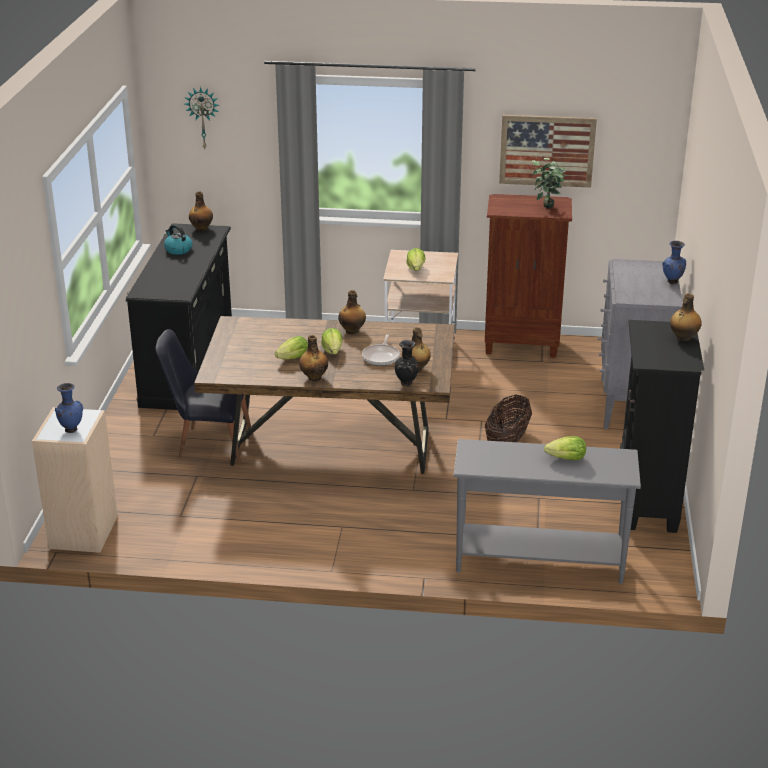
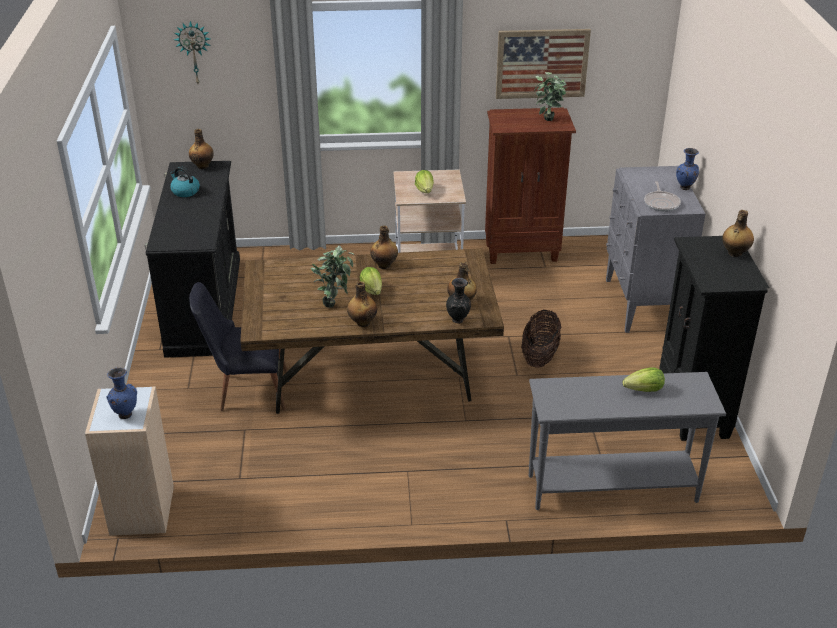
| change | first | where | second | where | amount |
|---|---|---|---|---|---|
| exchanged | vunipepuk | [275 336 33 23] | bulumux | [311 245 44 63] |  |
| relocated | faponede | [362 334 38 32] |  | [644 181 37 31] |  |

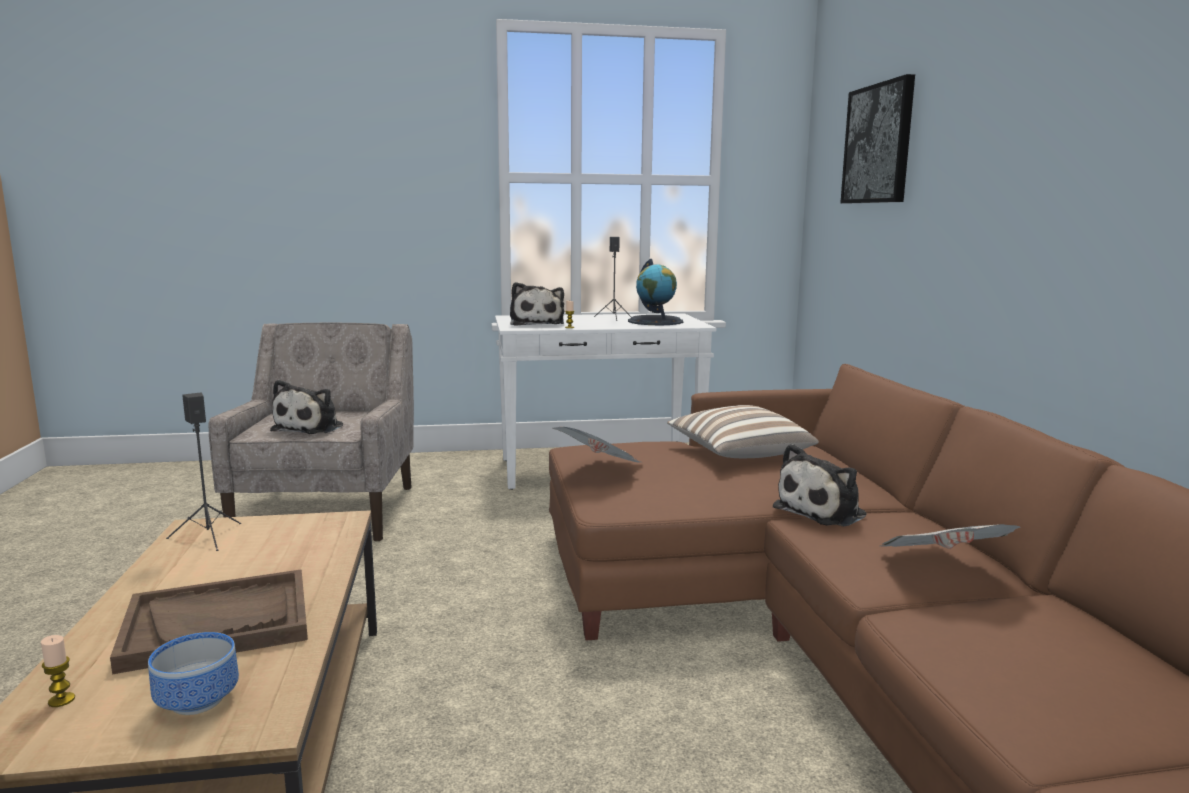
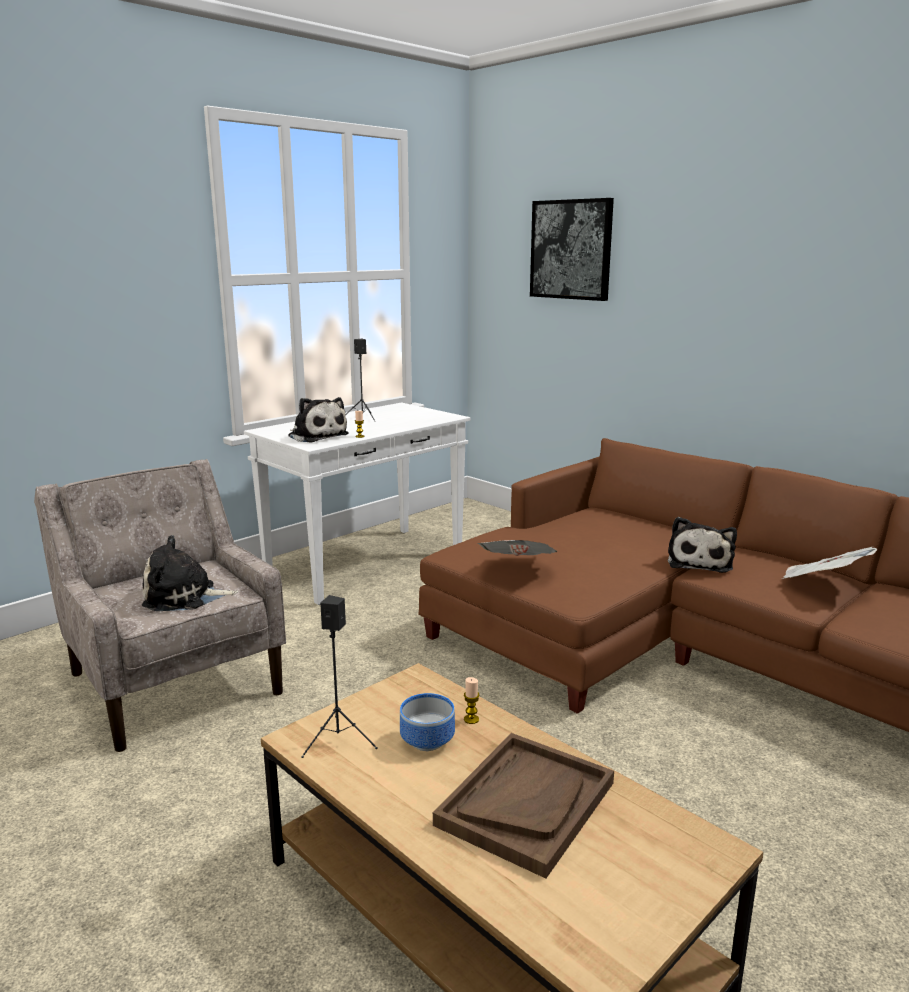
| change | first | where | second | where | amount |
|---|---|---|---|---|---|
| relocated | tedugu | [41 635 34 72] |  | [464 677 16 47] |  |
| relocated | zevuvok | [148 632 91 83] |  | [400 693 55 58] |  |
| spun | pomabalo | [270 380 73 54] |  | [142 535 96 76] | 105 degrees clockwise |
| missing | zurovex | [628 259 55 66] |  |  |  |
| missing | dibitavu | [667 405 152 53] |  |  |  |

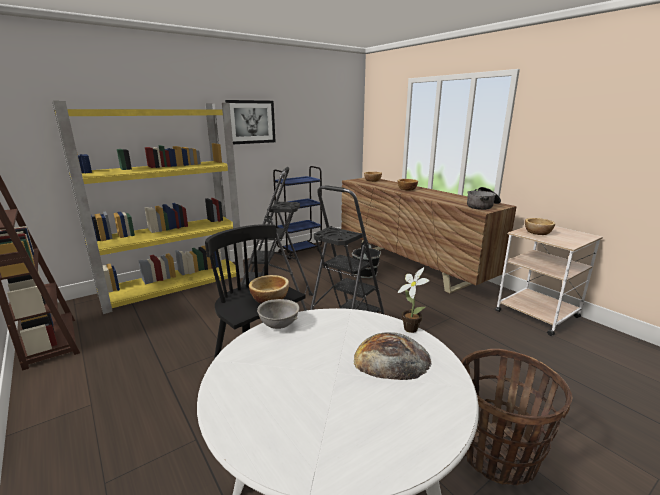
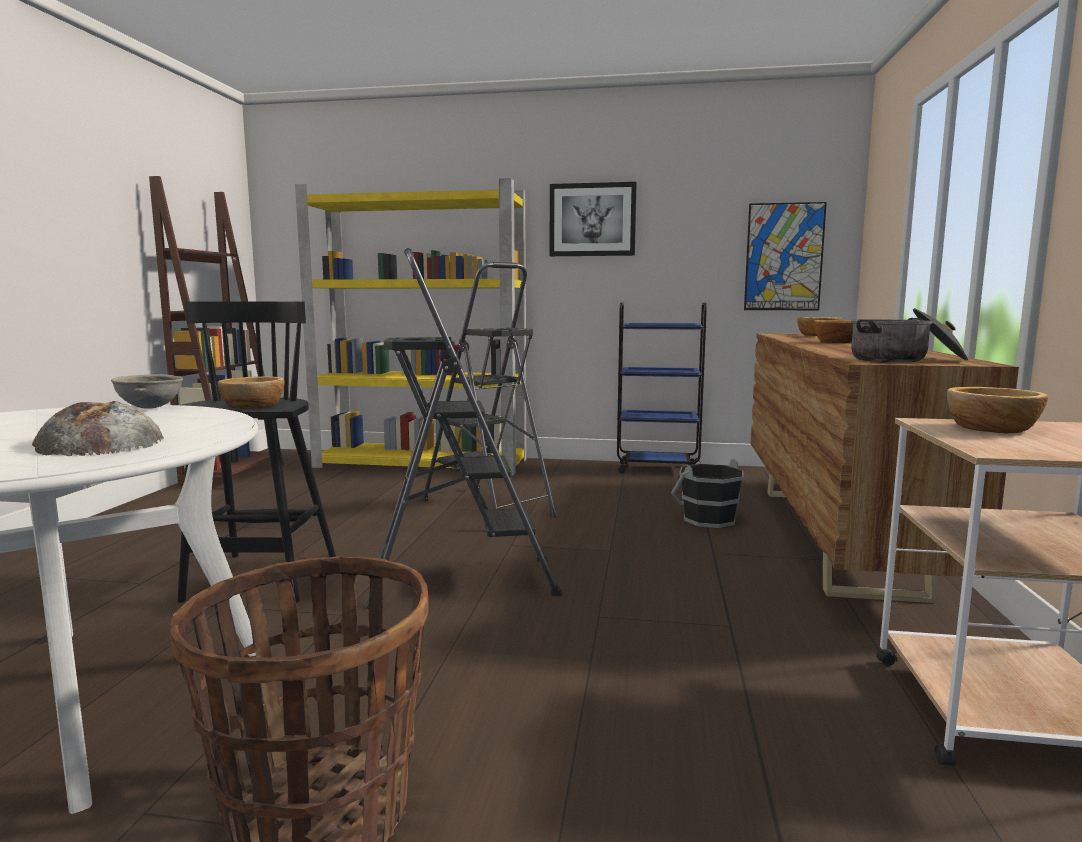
| change | first | where | second | where | amount |
|---|---|---|---|---|---|
| missing | bulumux | [398 267 32 66] |  |  |  |
| appeared |  |  | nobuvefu | [744 202 83 108] |  |

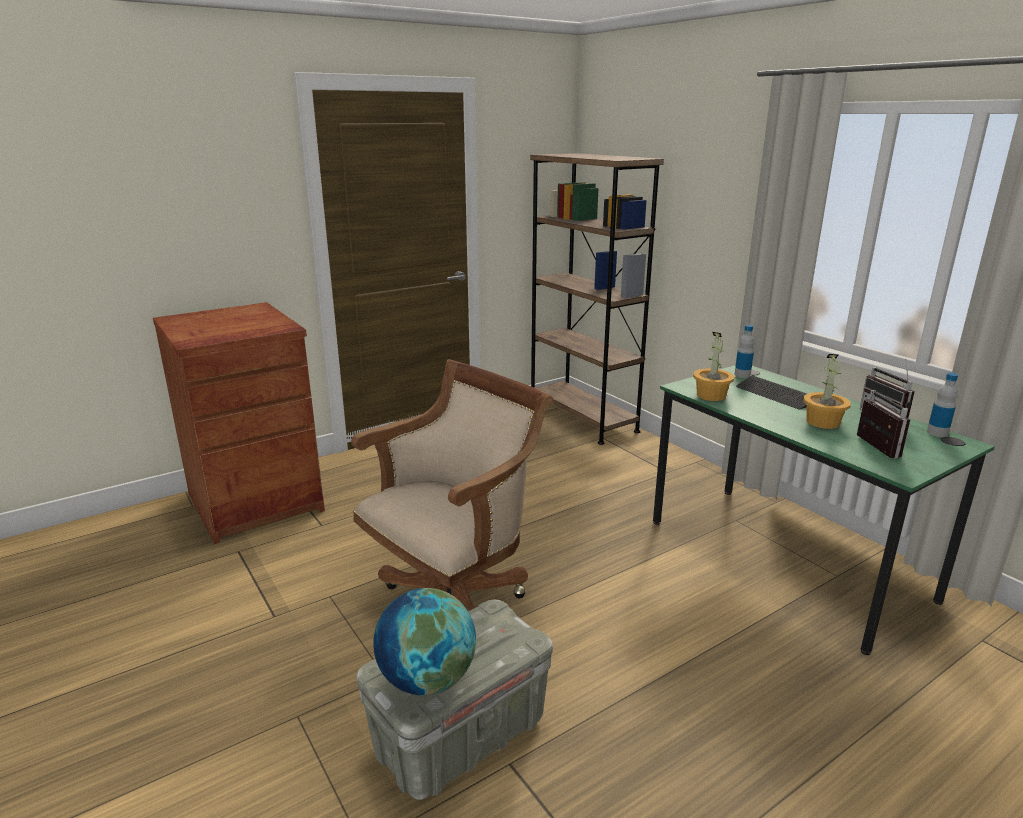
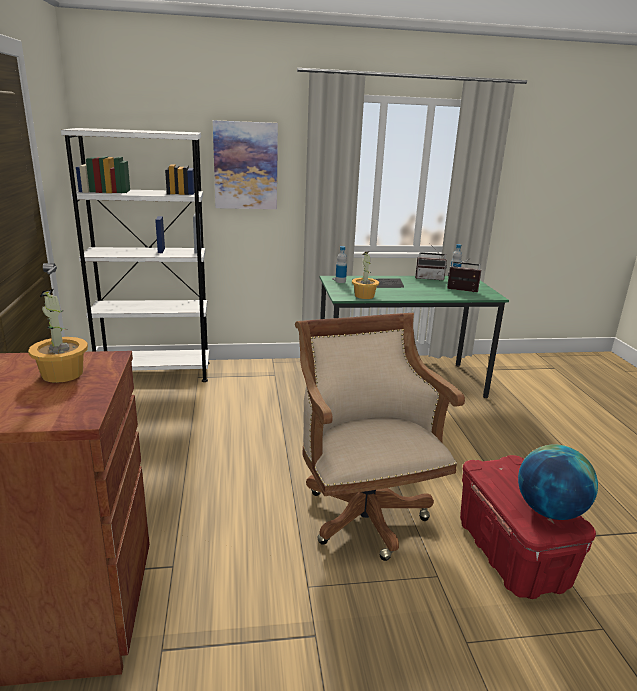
| change | first | where | second | where | amount |
|---|---|---|---|---|---|
| colour | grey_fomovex | [356 600 197 200] | red_fomovex | [460 455 136 144] |  |
| colour | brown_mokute | [530 153 134 292] | white_mokute | [61 128 148 254] |  |
| relocated | bulumux | [803 354 48 75] |  | [28 289 60 94] |  |
| appeared |  |  | nobuvefu | [213 120 65 89] |  |

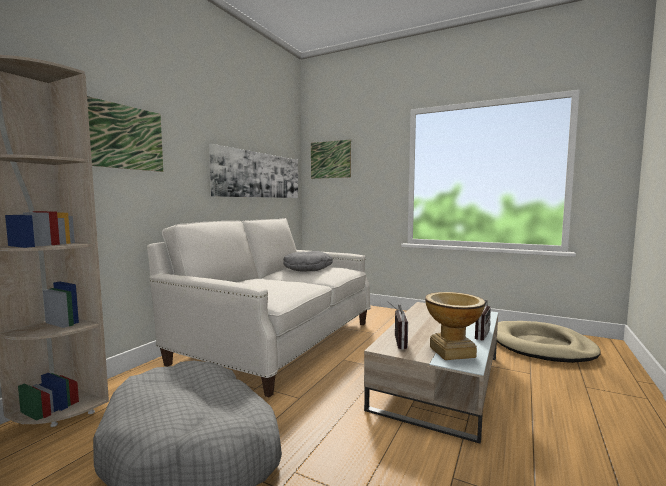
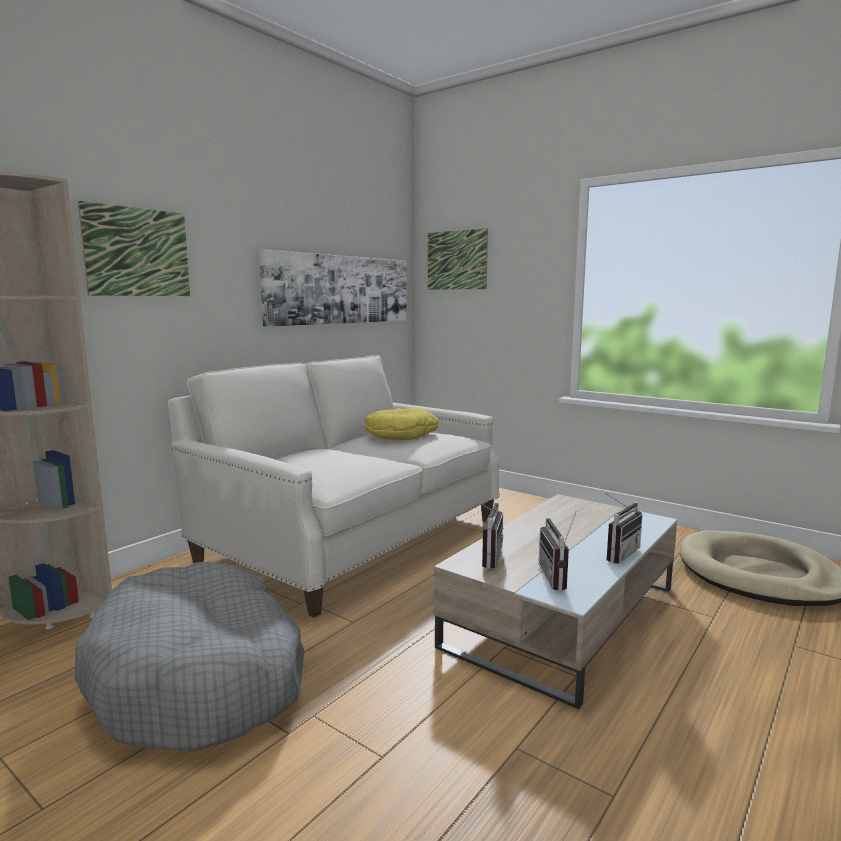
| change | first | where | second | where | amount |
|---|---|---|---|---|---|
| colour | grey_dibitavu | [283 251 50 20] | yellow_dibitavu | [365 408 74 32] |  |
| exchanged | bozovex | [425 292 60 68] | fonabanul | [539 511 38 80] |  |

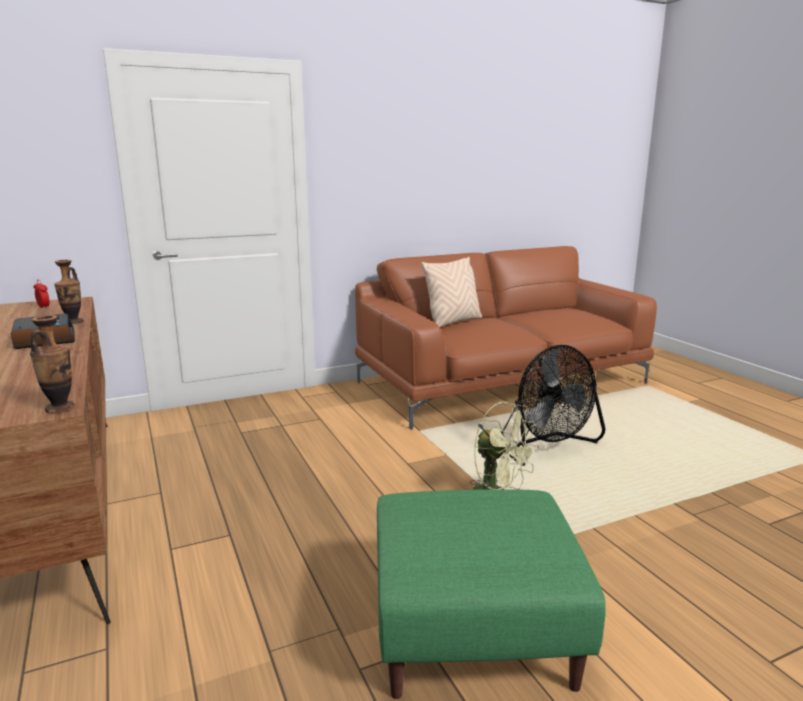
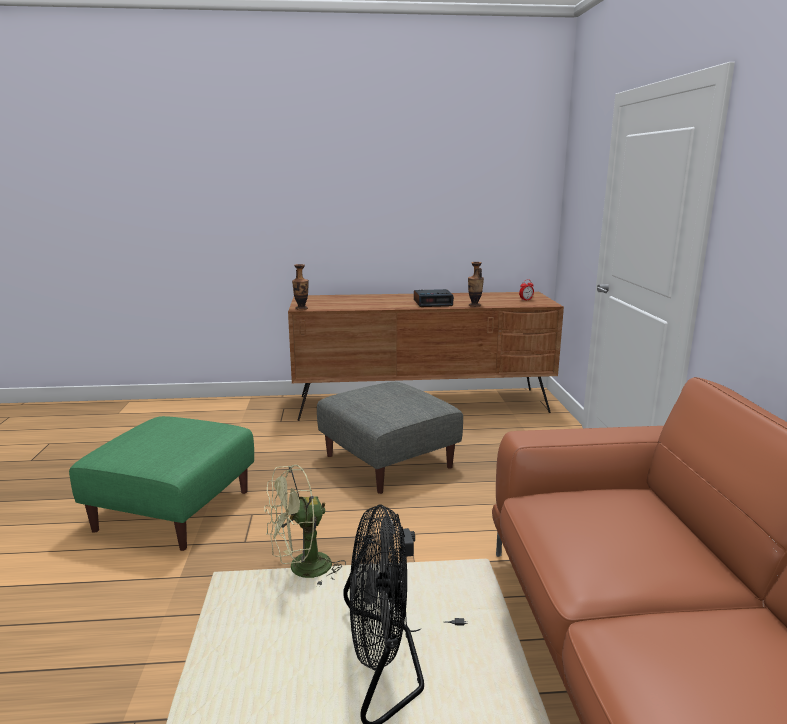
| change | first | where | second | where | amount |
|---|---|---|---|---|---|
| missing | beige_dibitavu | [421 257 61 70] |  |  |  |
| appeared |  |  | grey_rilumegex | [317 382 146 112] |  |

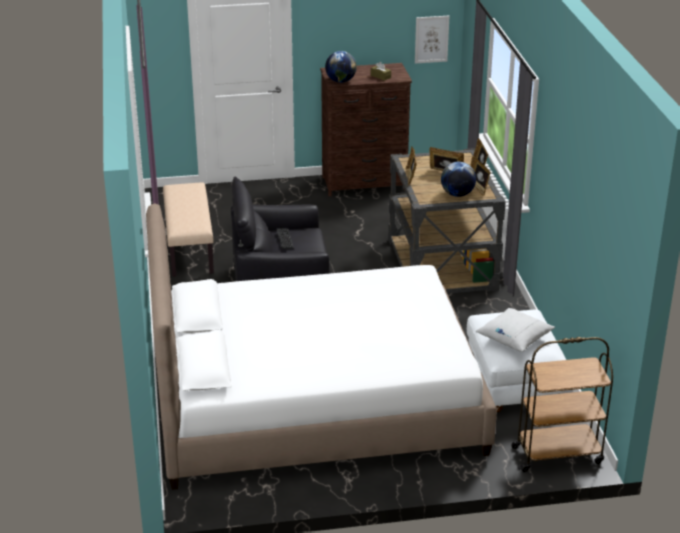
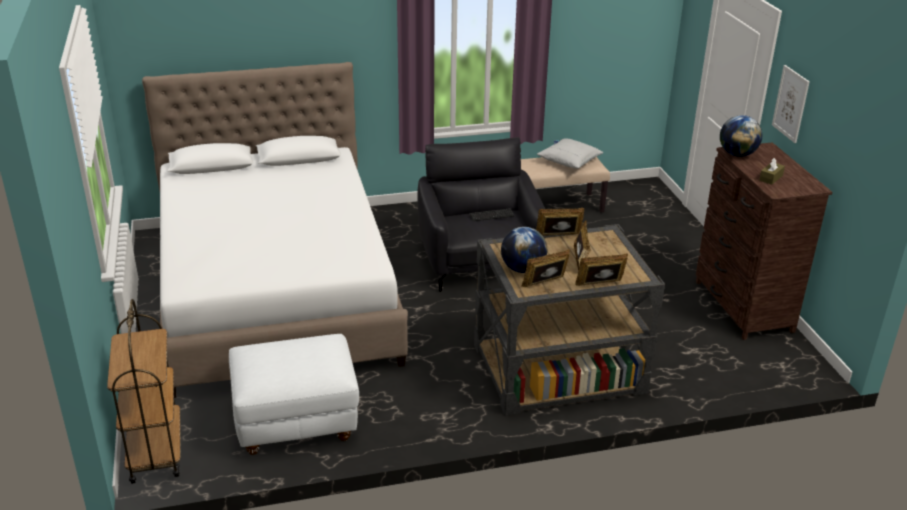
| change | first | where | second | where | amount |
|---|---|---|---|---|---|
| relocated | nobuvefu | [415 16 34 48] |  | [772 65 38 78] |  |
| relocated | grey_dibitavu | [476 308 79 44] |  | [537 139 66 30] |  |

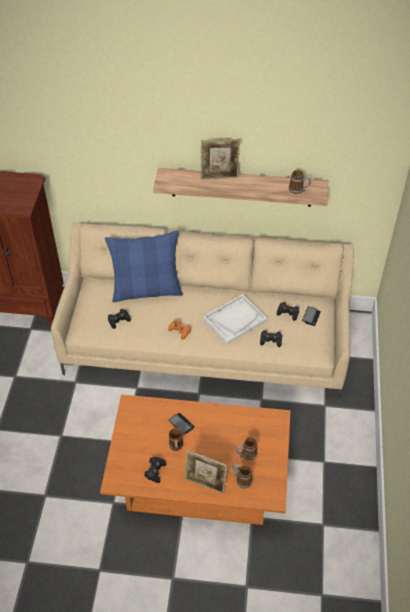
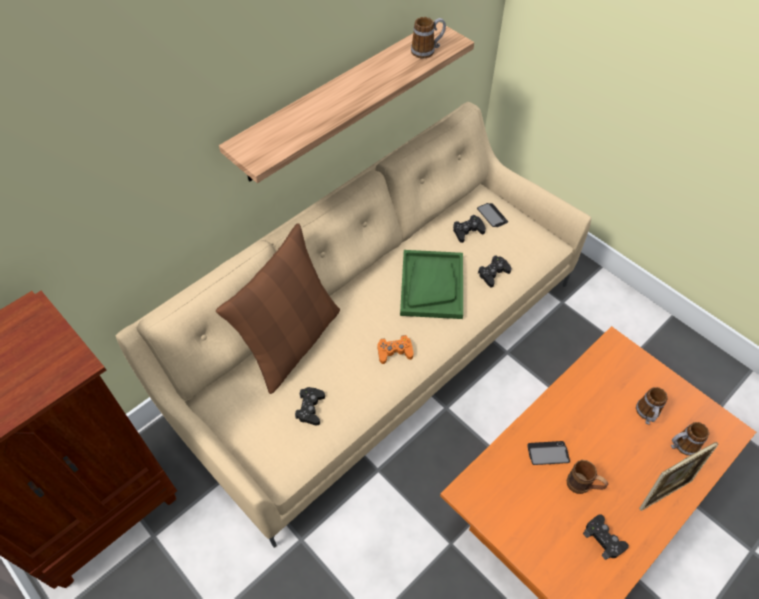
| change | first | where | second | where | amount |
|---|---|---|---|---|---|
| colour | blue_dibitavu | [105 231 78 71] | brown_dibitavu | [216 223 124 171] |  |
| missing | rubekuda | [201 139 39 41] |  |  |  |
| colour | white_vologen | [203 294 65 51] | green_vologen | [400 250 63 69] |  |

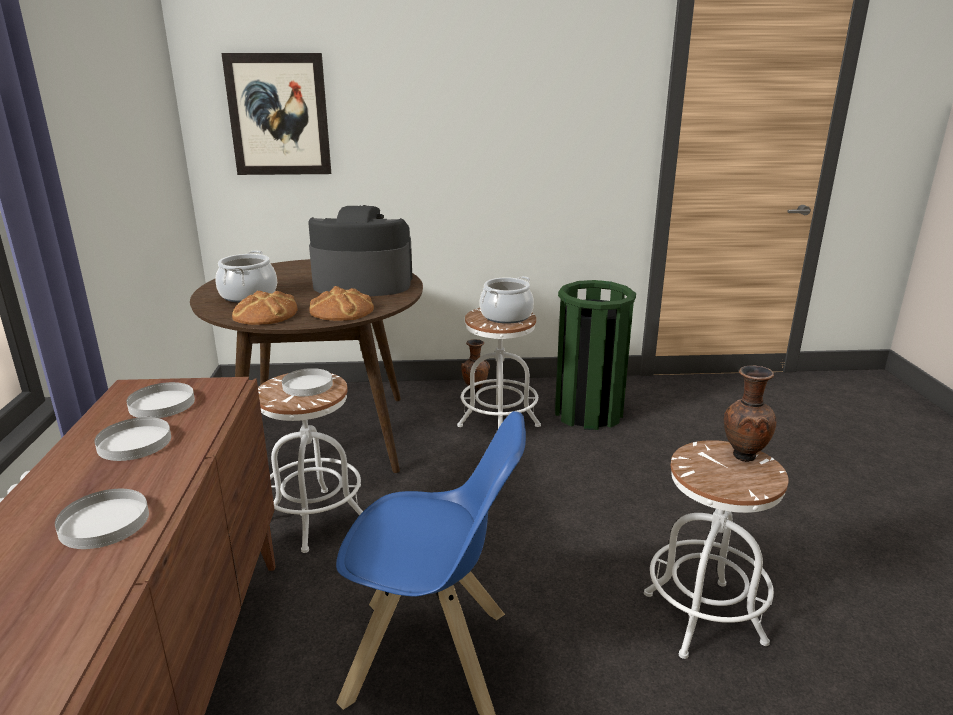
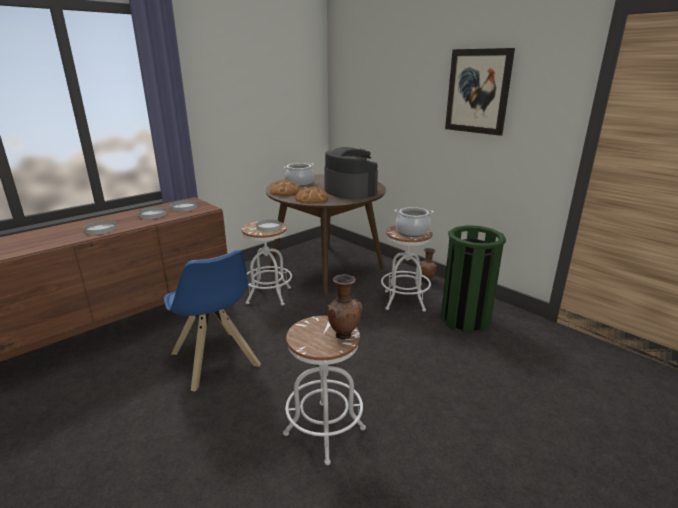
| change | first | where | second | where | amount |
|---|---|---|---|---|---|
| relocated | nobuvefu | [221 53 110 122] |  | [445 48 70 88] |  |

